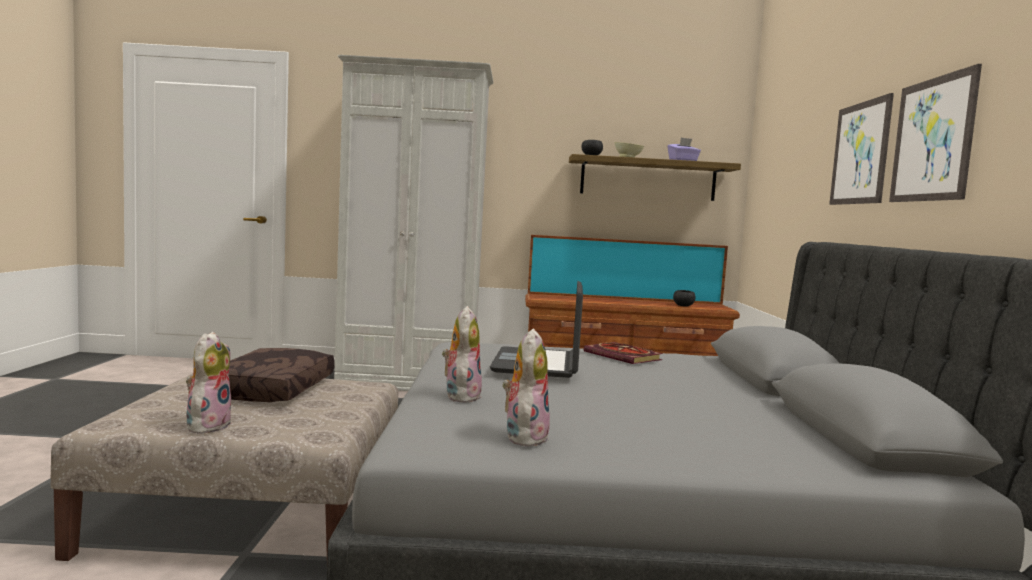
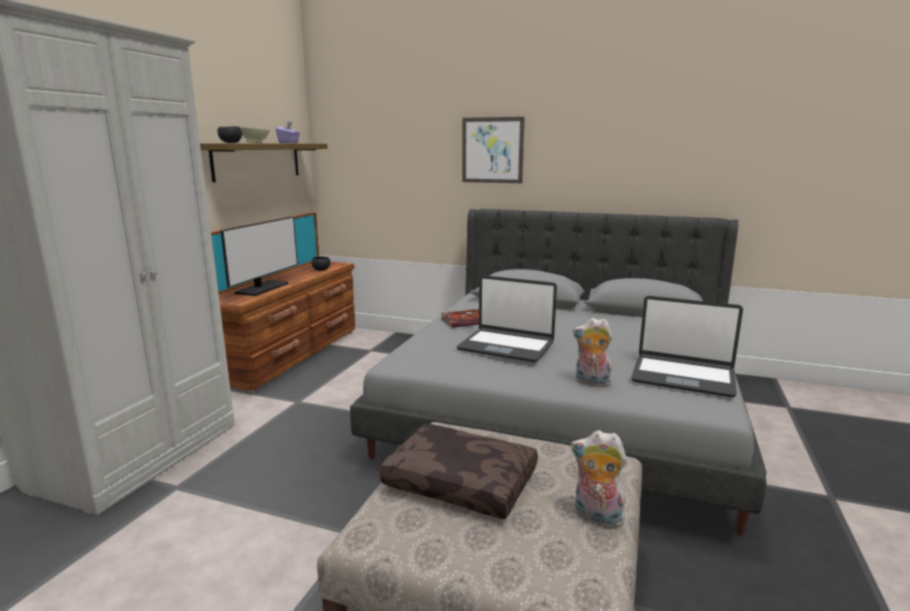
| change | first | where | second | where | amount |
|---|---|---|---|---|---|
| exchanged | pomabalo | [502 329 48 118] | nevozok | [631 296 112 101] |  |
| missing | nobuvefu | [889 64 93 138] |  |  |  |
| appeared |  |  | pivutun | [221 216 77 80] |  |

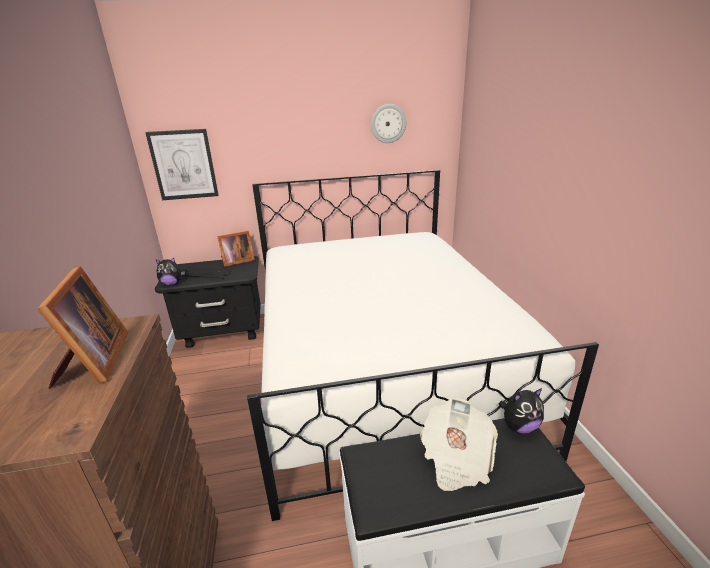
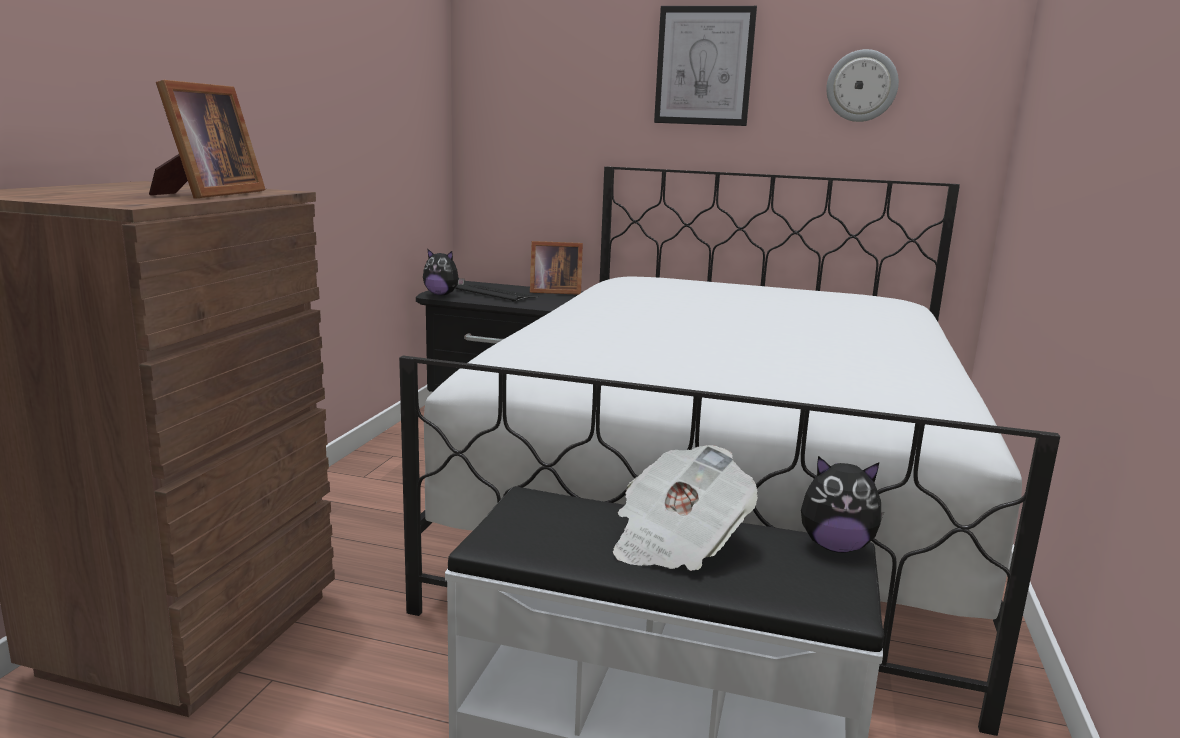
| change | first | where | second | where | amount |
|---|---|---|---|---|---|
| relocated | nobuvefu | [145 129 74 71] |  | [654 6 103 120] |  |

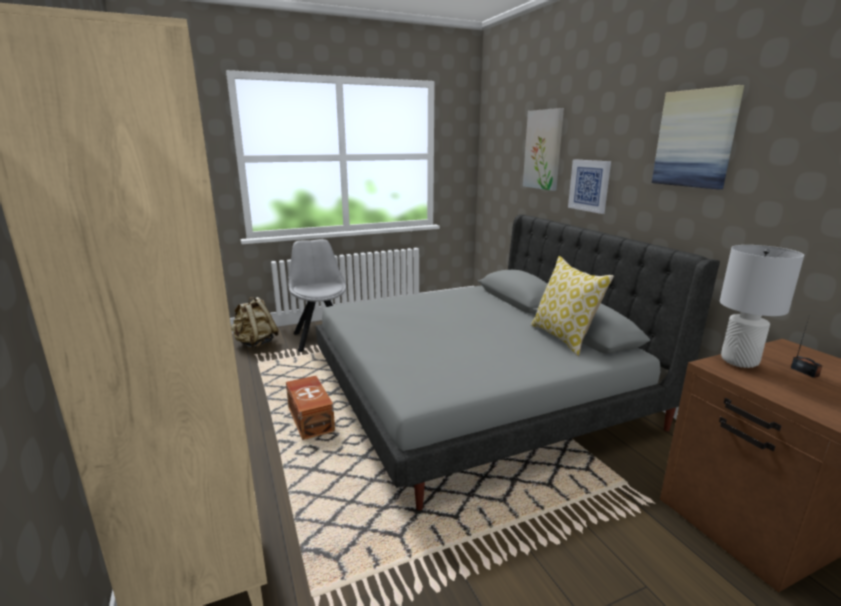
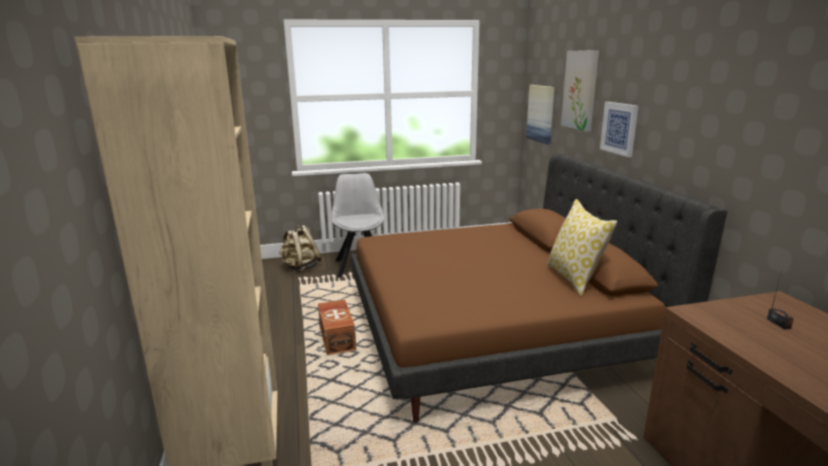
| change | first | where | second | where | amount |
|---|---|---|---|---|---|
| colour | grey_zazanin | [316 215 404 295] | brown_zazanin | [351 154 376 269] |  |
| relocated | nobuvefu | [652 85 92 104] |  | [526 85 29 59] |  |
| missing | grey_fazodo | [720 245 84 123] |  |  |  |

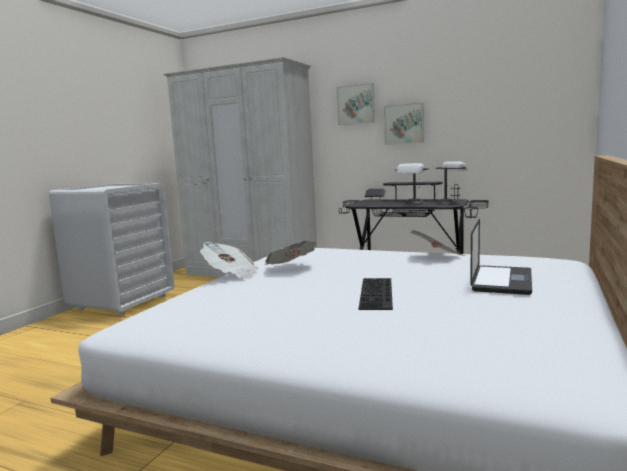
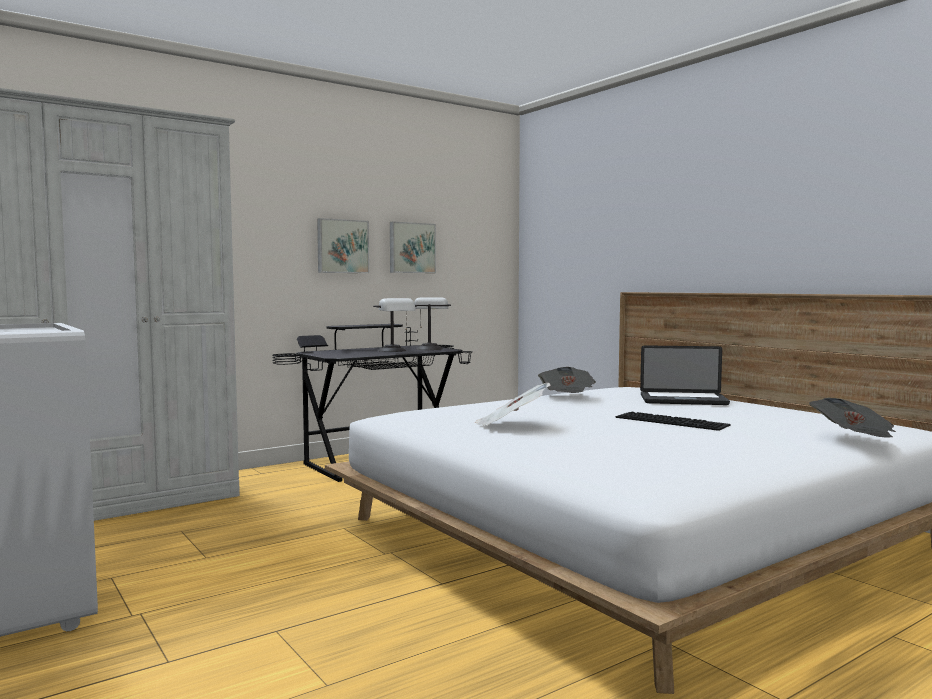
| change | first | where | second | where | amount |
|---|---|---|---|---|---|
| relocated | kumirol | [200 242 58 37] |  | [809 398 87 40] |  |
| relocated | nobuvefu | [337 83 38 42] |  | [390 221 46 52] |  |
| spun | nevozok | [470 219 62 76] |  | [640 345 90 60] | 135 degrees clockwise |

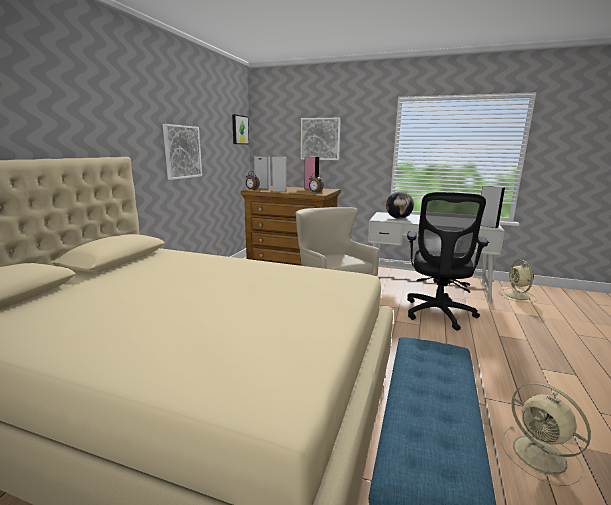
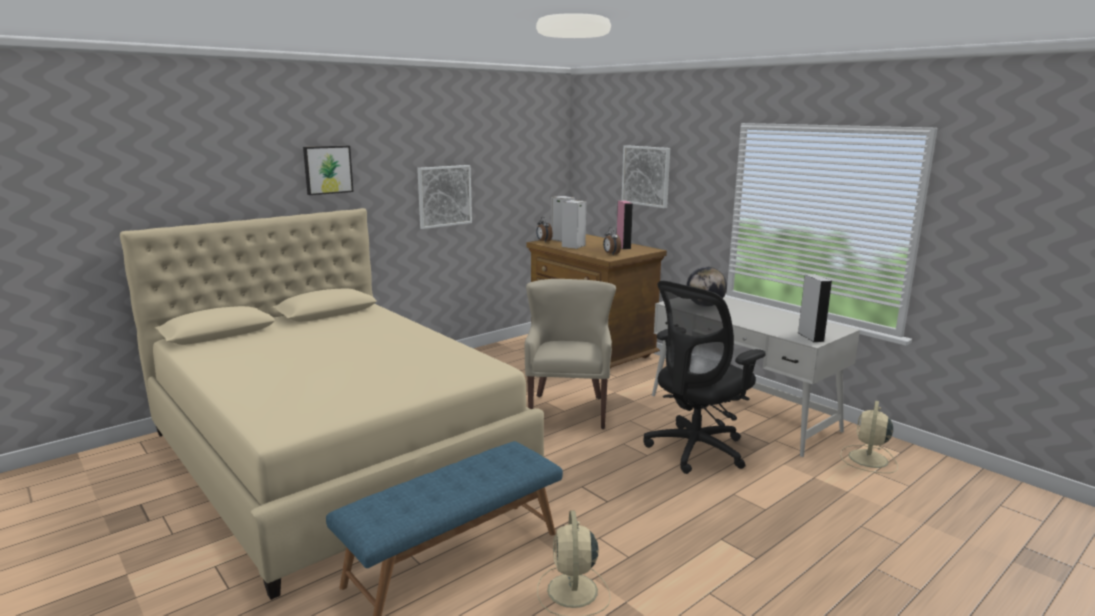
| change | first | where | second | where | amount |
|---|---|---|---|---|---|
| relocated | nobuvefu | [232 114 17 30] |  | [303 146 51 49] |  |

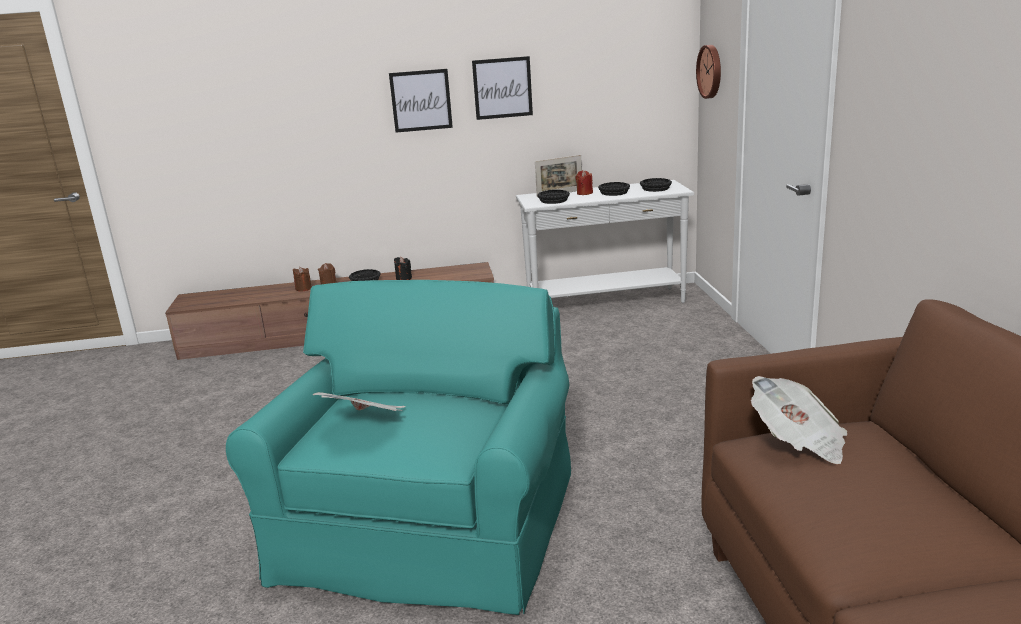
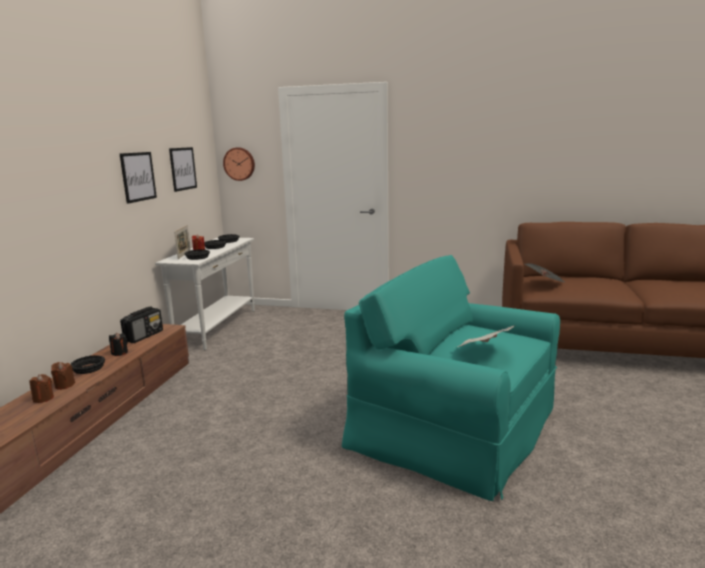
| change | first | where | second | where | amount |
|---|---|---|---|---|---|
| relocated | nobuvefu | [389 69 64 64] |  | [169 147 28 45] |  |
| appeared |  |  | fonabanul | [120 306 43 37] |  |

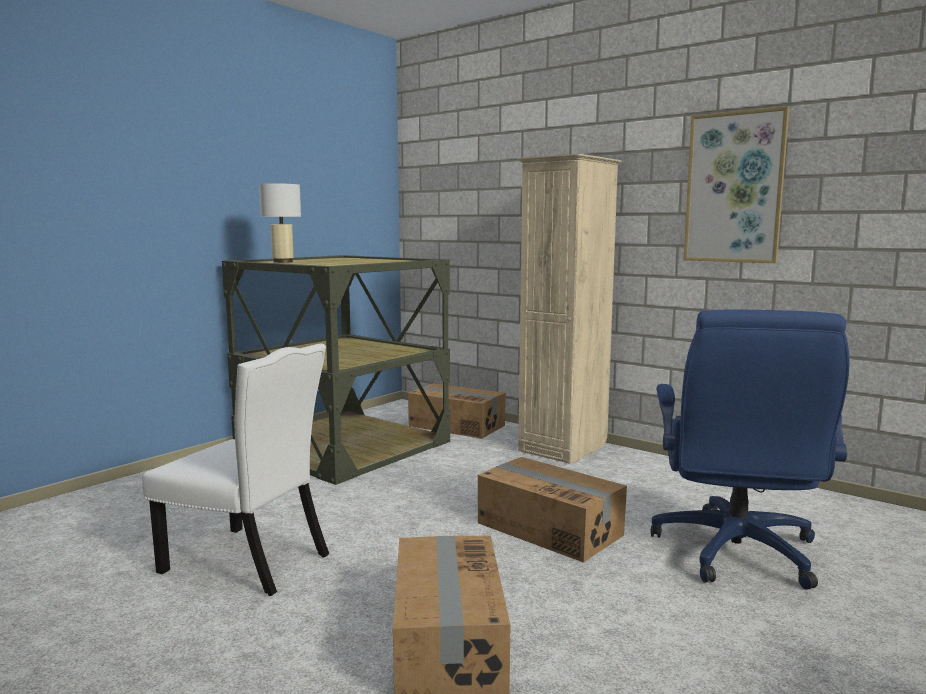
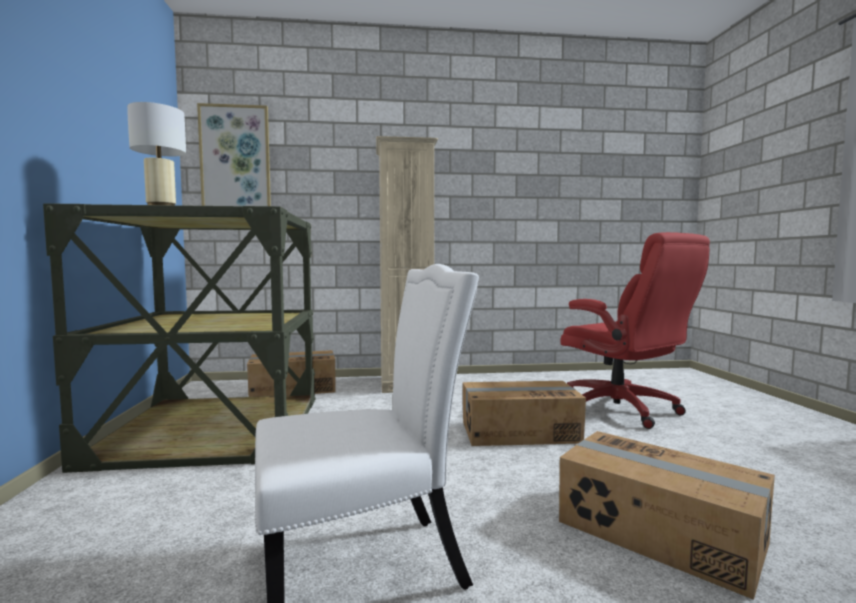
| change | first | where | second | where | amount |
|---|---|---|---|---|---|
| colour | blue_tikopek | [651 310 198 280] | red_tikopek | [560 232 150 197] |  |
| relocated | nobuvefu | [684 106 105 157] |  | [197 103 74 103] |  |

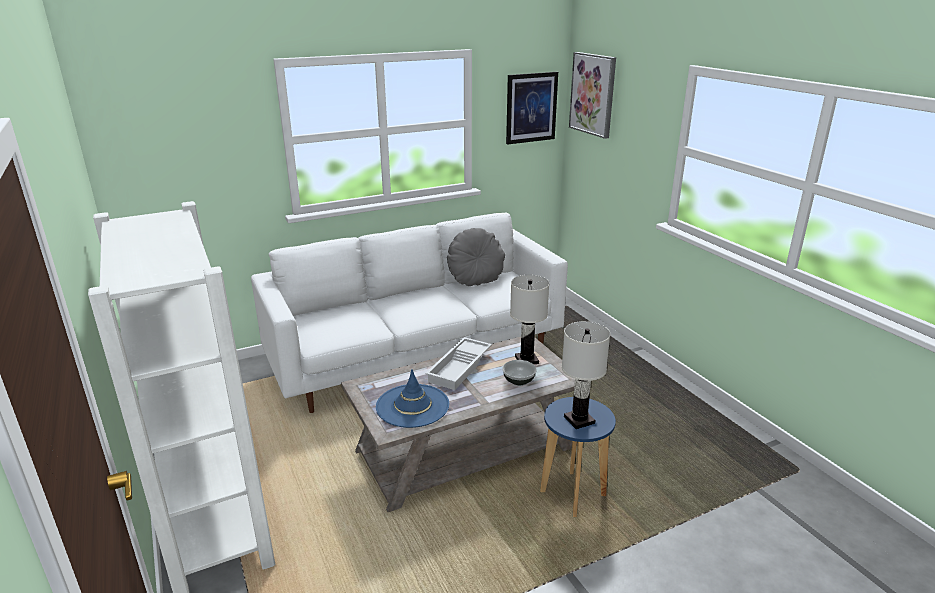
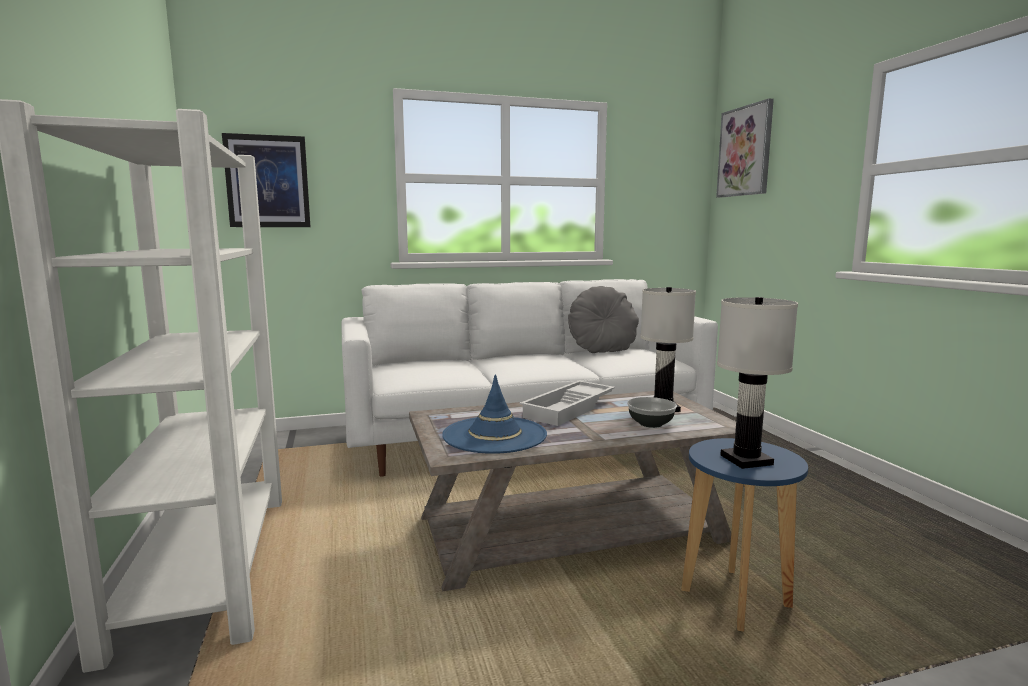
| change | first | where | second | where | amount |
|---|---|---|---|---|---|
| relocated | nobuvefu | [506 72 52 72] |  | [222 133 88 94] |  |

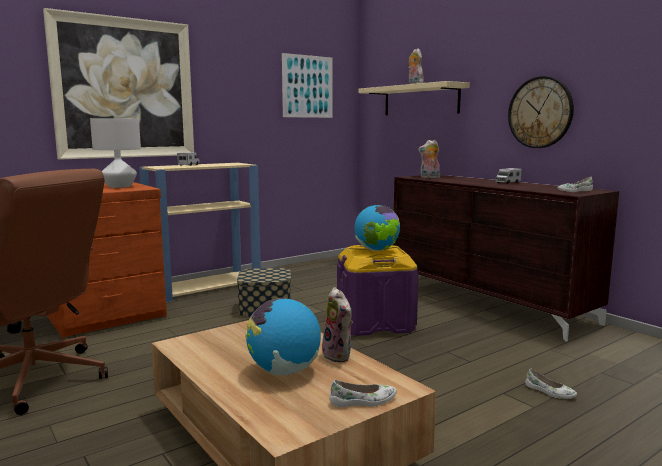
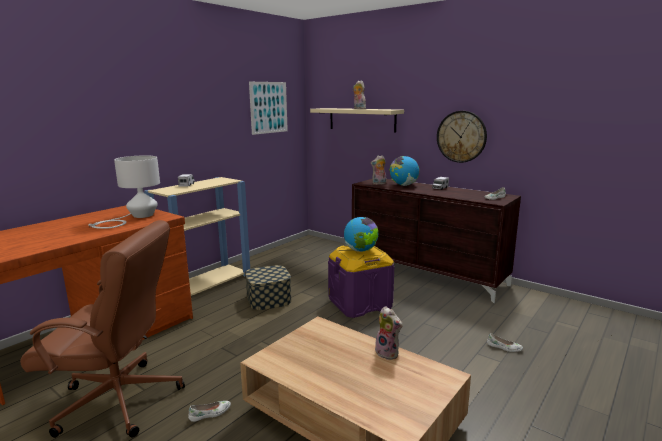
| change | first | where | second | where | amount |
|---|---|---|---|---|---|
| missing | nobuvefu | [43 8 151 152] |  |  |  |
| relocated | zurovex | [246 297 75 78] |  | [389 156 30 30] |  |
| relocated | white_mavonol | [329 380 68 27] |  | [188 401 43 21] |  |

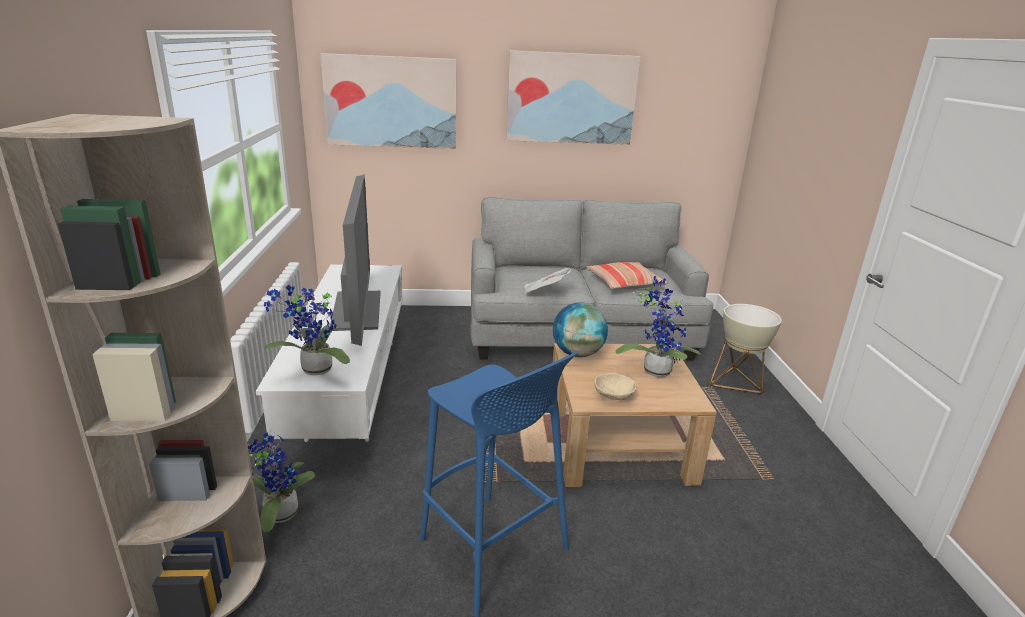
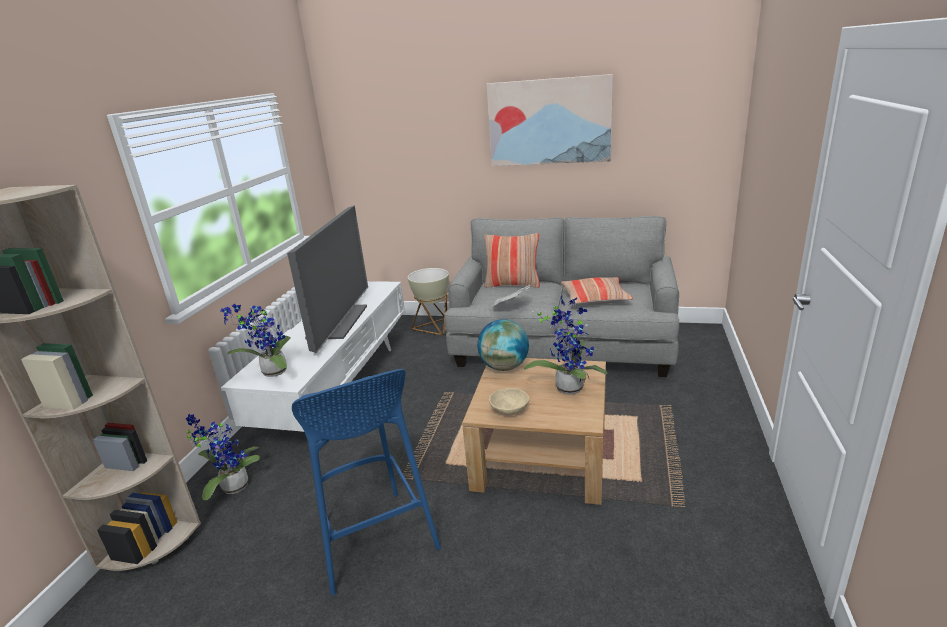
| change | first | where | second | where | amount |
|---|---|---|---|---|---|
| missing | nobuvefu | [320 53 136 96] |  |  |  |
| relocated | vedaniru | [710 304 72 89] |  | [408 268 41 67] |  |
| appeared |  |  | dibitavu | [484 233 56 55] |  |

